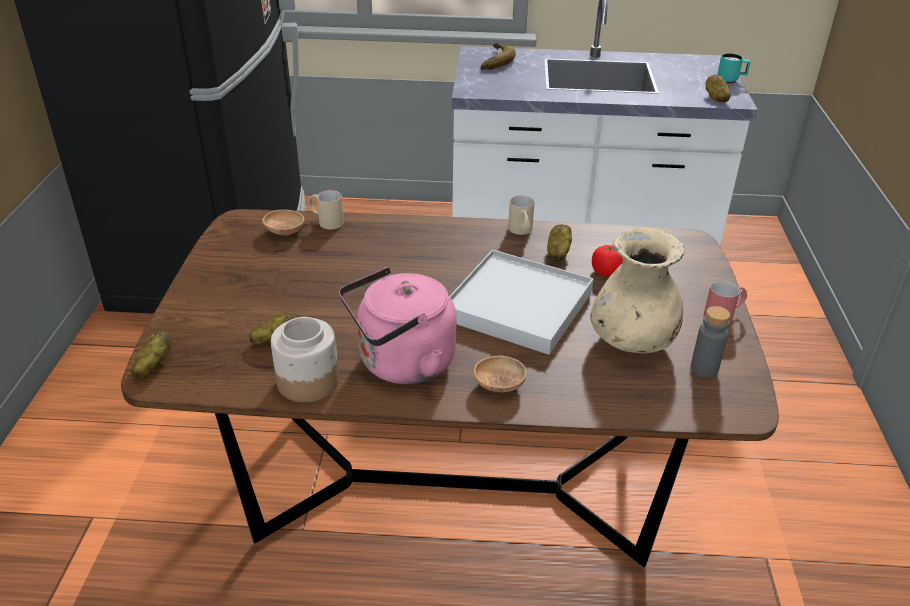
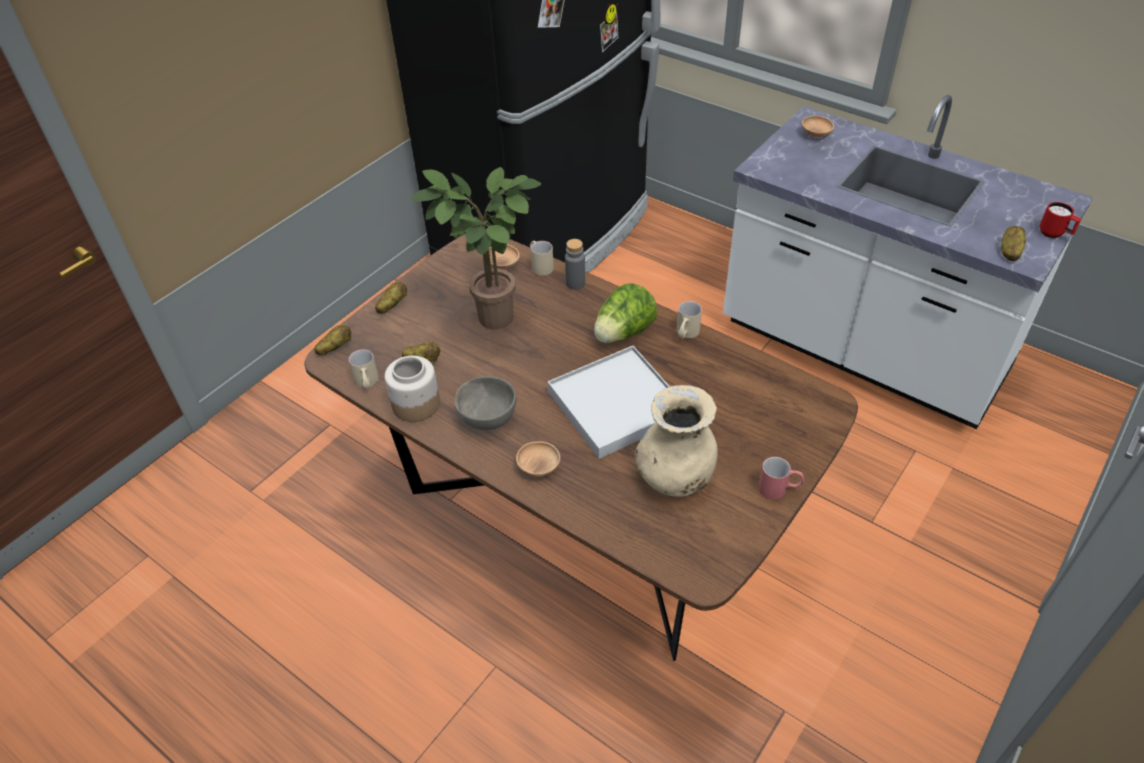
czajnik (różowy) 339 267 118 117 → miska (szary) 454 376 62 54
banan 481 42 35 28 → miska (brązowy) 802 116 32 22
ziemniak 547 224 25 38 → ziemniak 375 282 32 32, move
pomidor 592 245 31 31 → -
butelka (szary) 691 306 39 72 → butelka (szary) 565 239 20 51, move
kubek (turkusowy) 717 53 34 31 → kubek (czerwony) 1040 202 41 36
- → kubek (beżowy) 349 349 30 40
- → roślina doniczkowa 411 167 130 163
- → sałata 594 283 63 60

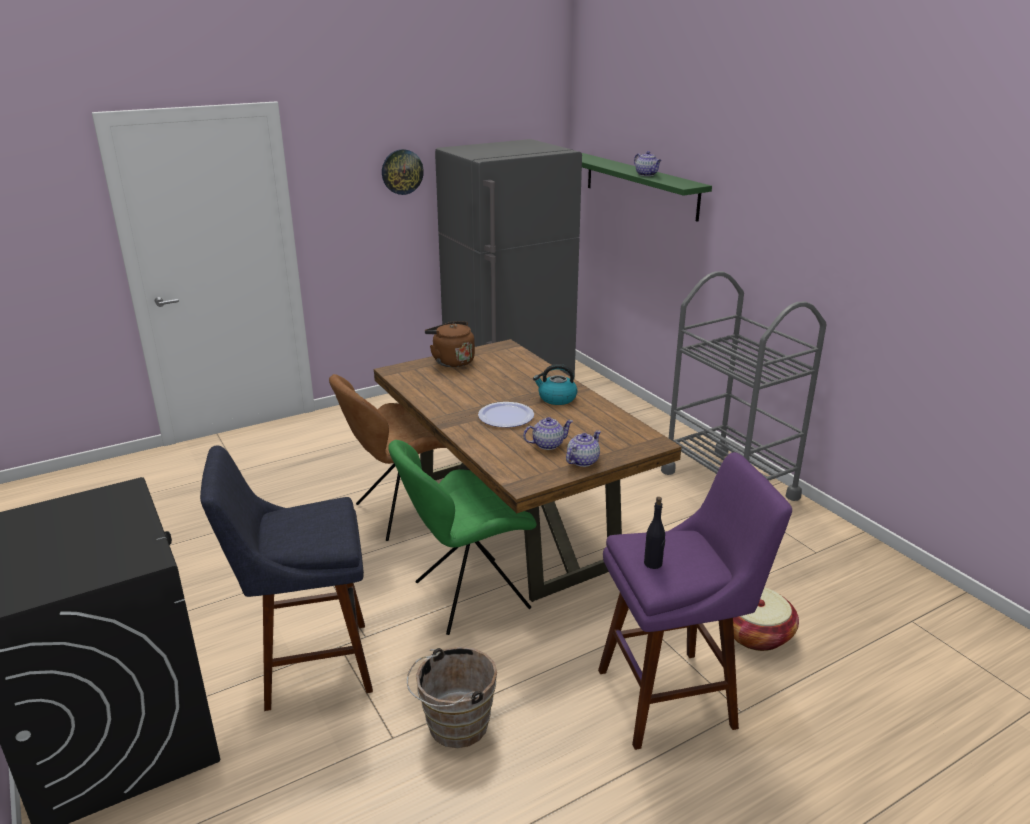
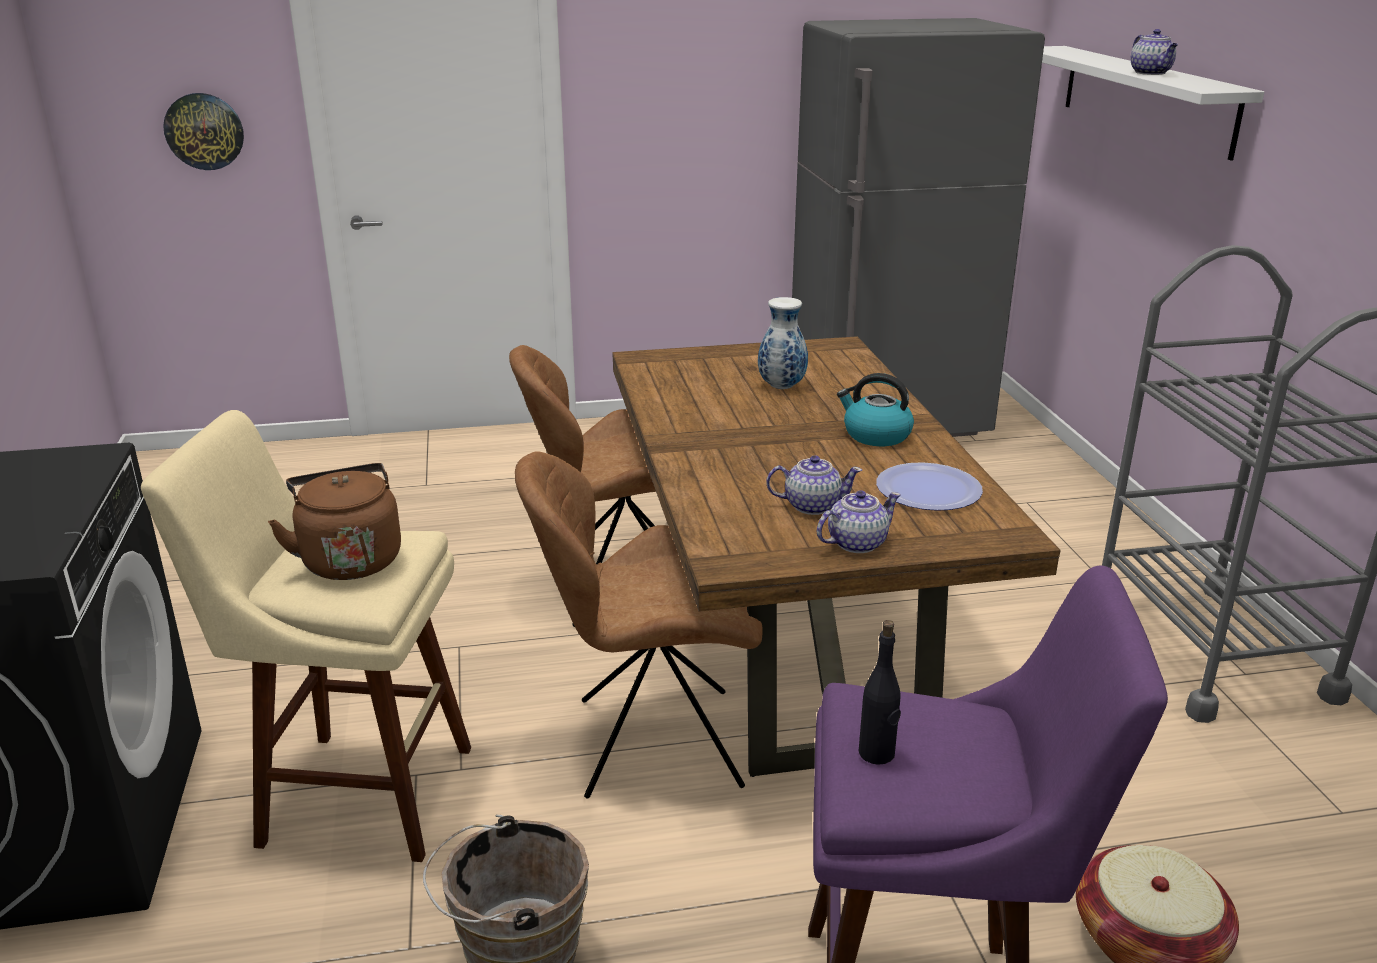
stołek (niebieski) 200 445 173 266 → stołek (beżowy) 141 410 330 452
zegar ścienny 382 149 42 46 → zegar ścienny 163 93 81 77, move
krzesło (zielony) 388 440 149 195 → krzesło (brązowy) 515 451 247 348
czajnik (brązowy) 425 321 50 46 → czajnik (brązowy) 268 463 133 117, move
talerz 478 402 56 25 → talerz 876 462 107 49, move
półka (zielony) 582 153 130 69 → półka (biały) 1042 46 222 115
- → wazon 758 297 50 92

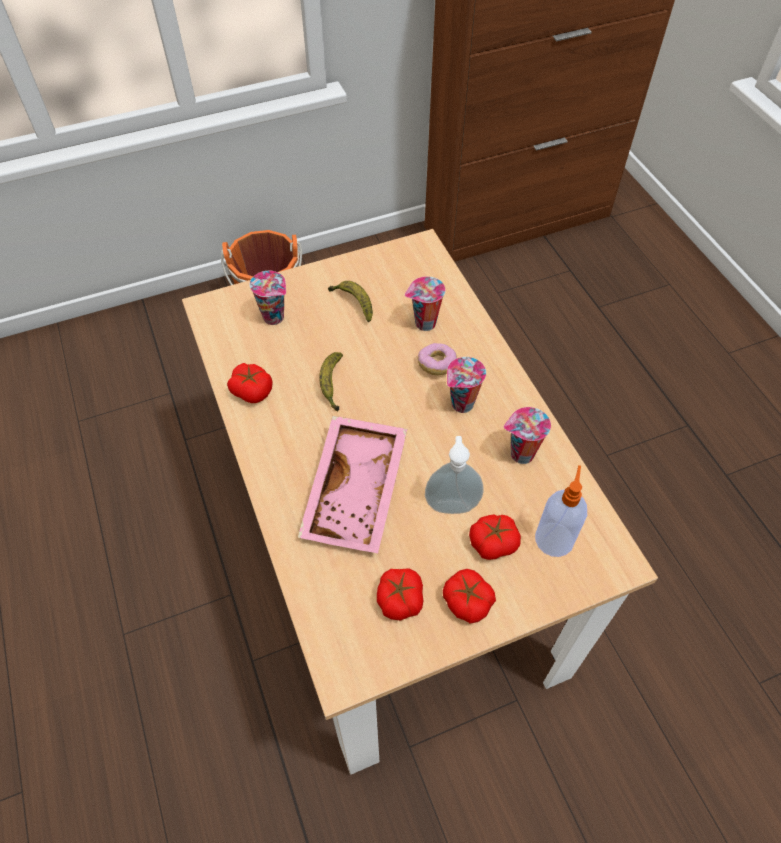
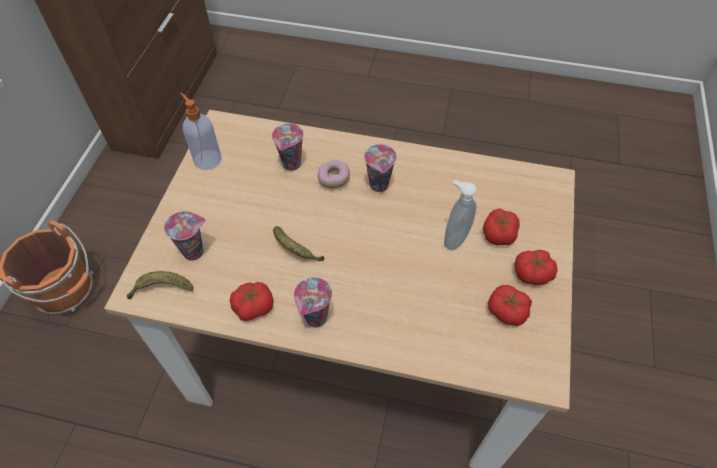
taca (różowy) 298 416 109 137 → -
banan 328 281 45 41 → banan 127 271 67 28, move
filiżanka 504 407 47 57 → filiżanka 294 277 38 51, move
dozownik mydła 535 465 52 92 → dozownik mydła 180 93 42 77, move

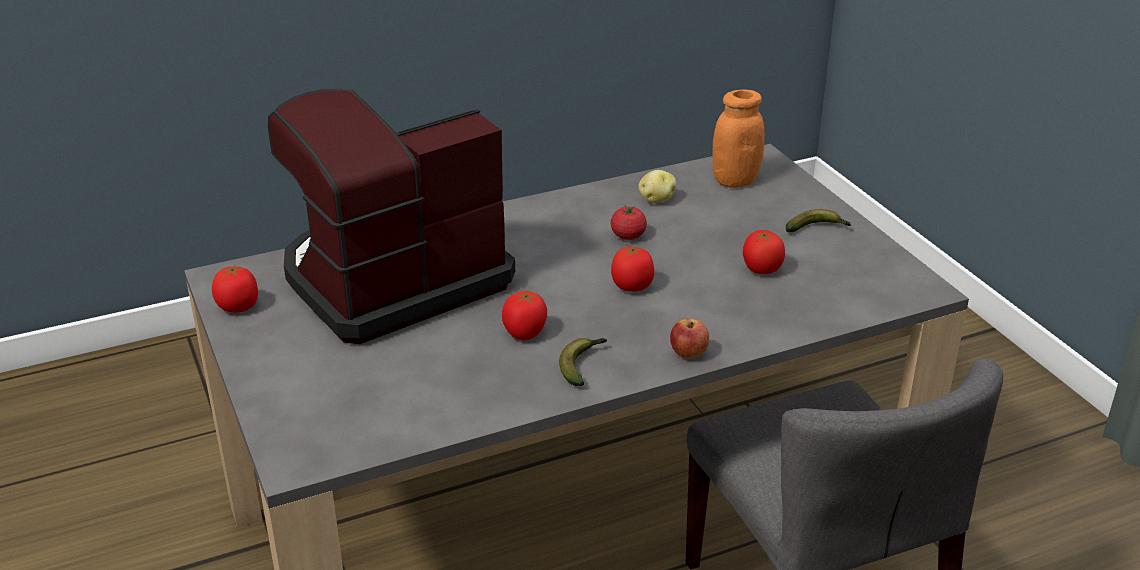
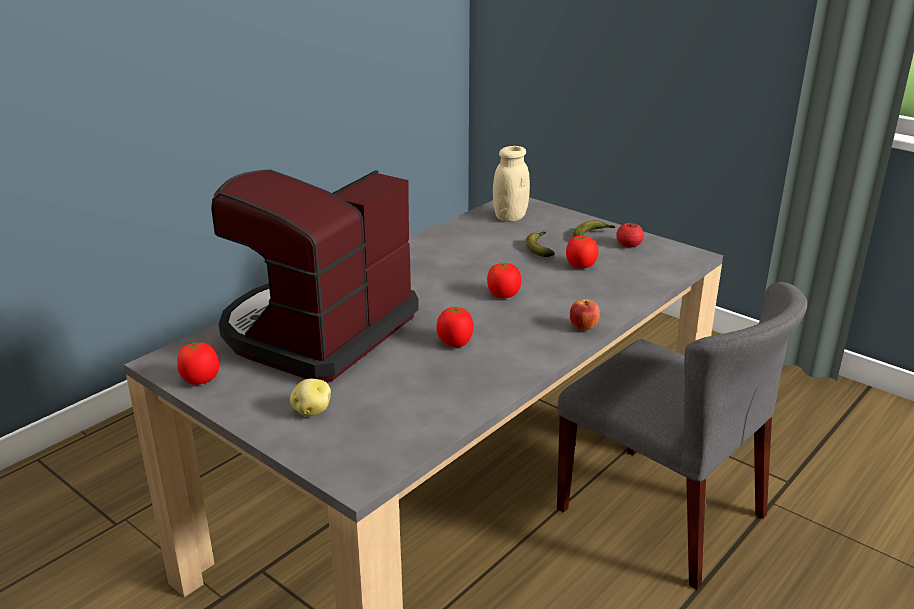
banan 559 338 48 48 → banan 526 231 29 26, move
pomidor 611 206 36 34 → pomidor 616 222 28 26, move
ziemniak 638 170 38 33 → ziemniak 290 379 41 38, move
słoik (pomarańczowy) 712 89 53 99 → słoik (beżowy) 493 146 37 76

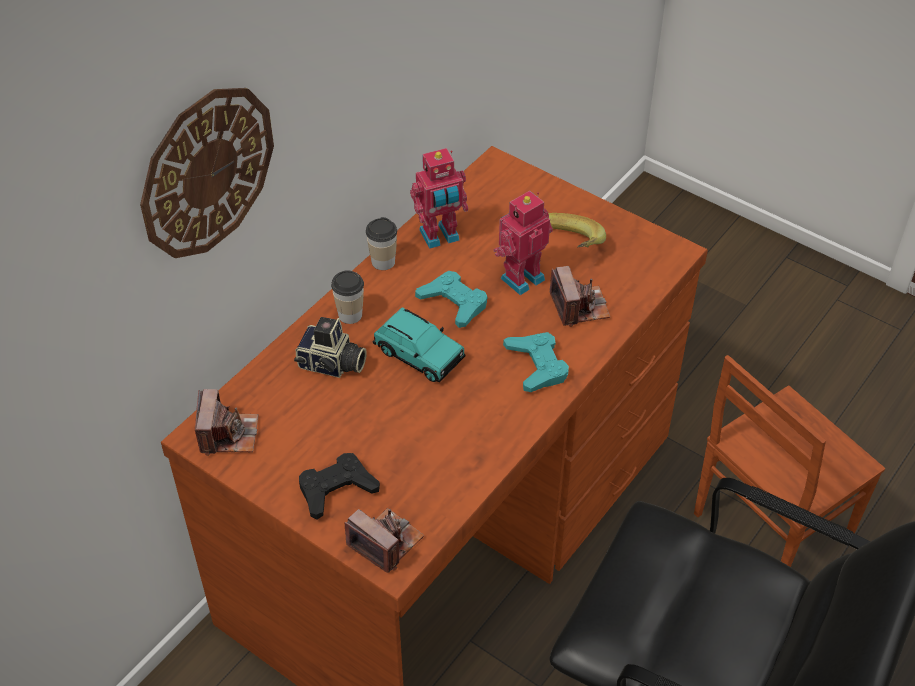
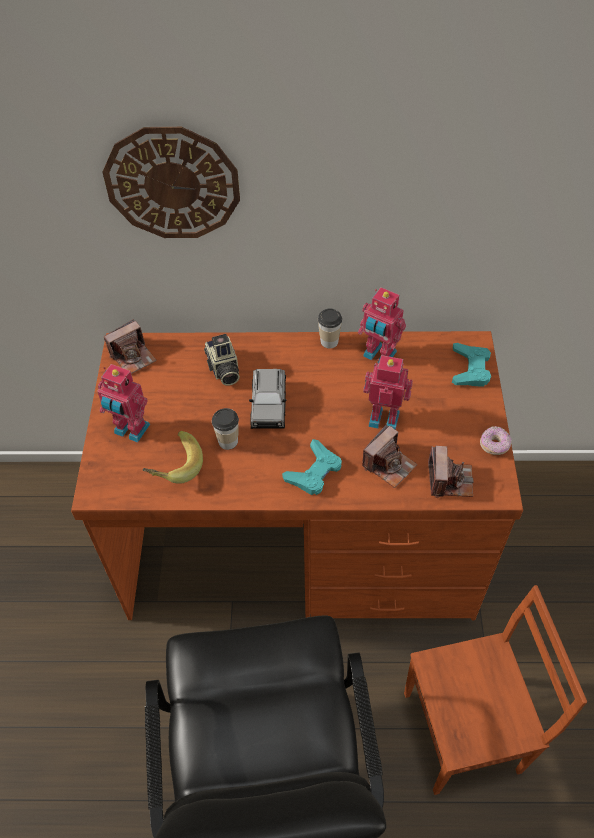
pad do gier (czarny) 299 453 81 67 → robot zabawkowy 97 364 53 79
filiżanka 331 270 33 54 → filiżanka 212 408 27 42, move
aparat fotograficzny 345 508 79 65 → aparat fotograficzny 428 446 46 52, move
samochodzik (turkusowy) 372 307 94 76 → samochodzik (szary) 249 369 37 60
pad do gier (turkusowy) 415 271 72 57 → pad do gier (turkusowy) 452 343 39 44, move
banan 548 213 58 35 → banan 142 431 61 53, move
krzesło (brązowy) 694 355 191 212 → krzesło (brązowy) 404 585 183 210, 150 degrees clockwise
- → donut 480 426 31 29

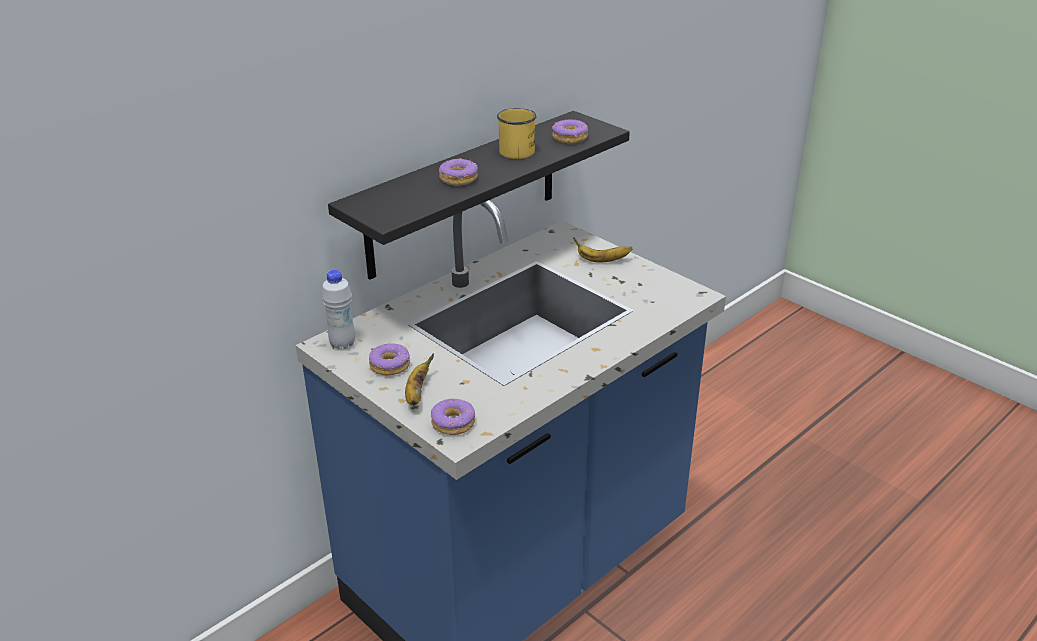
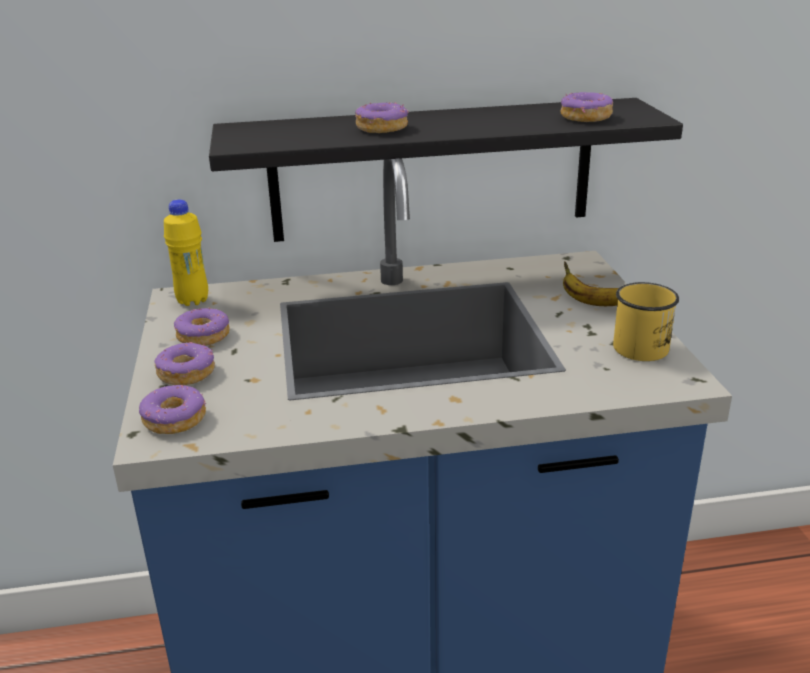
butelka (biały) 322 270 33 79 → butelka (żółty) 164 200 44 106
banan 405 354 29 52 → donut 154 342 61 43
kubek (żółty) 497 108 39 51 → kubek (żółty) 613 282 66 79, move

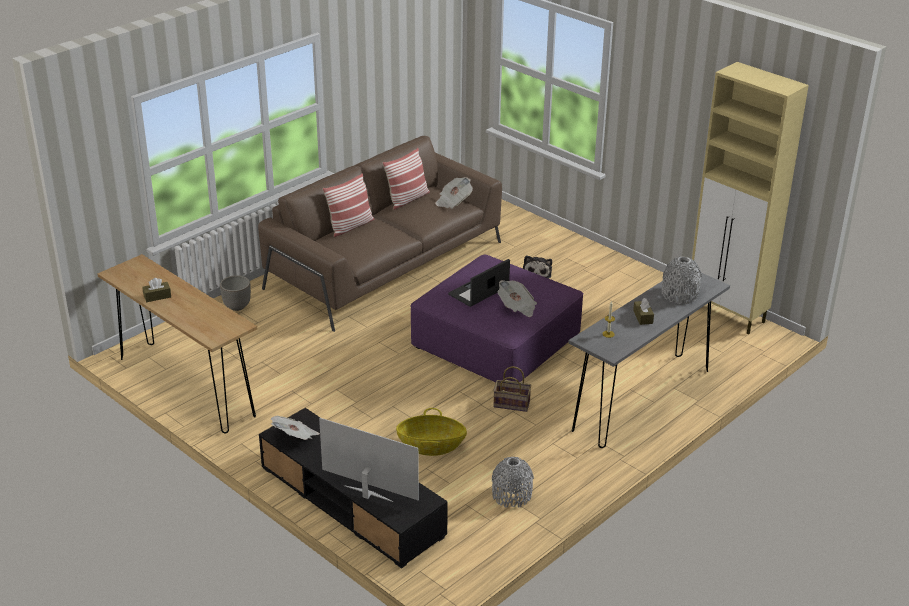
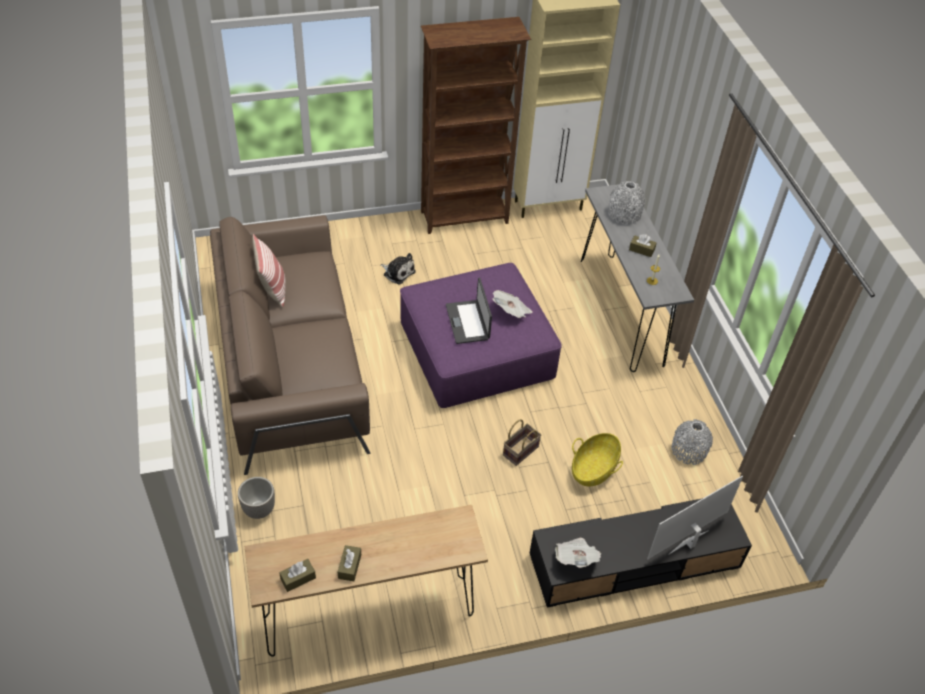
poduszka 322 173 52 64 → -
gazeta 435 177 38 32 → -
koszyk 493 366 39 46 → koszyk 503 419 38 47, move
- → pudełko chusteczek (brązowy) 279 559 37 33
- → regał (brązowy) 421 17 110 217

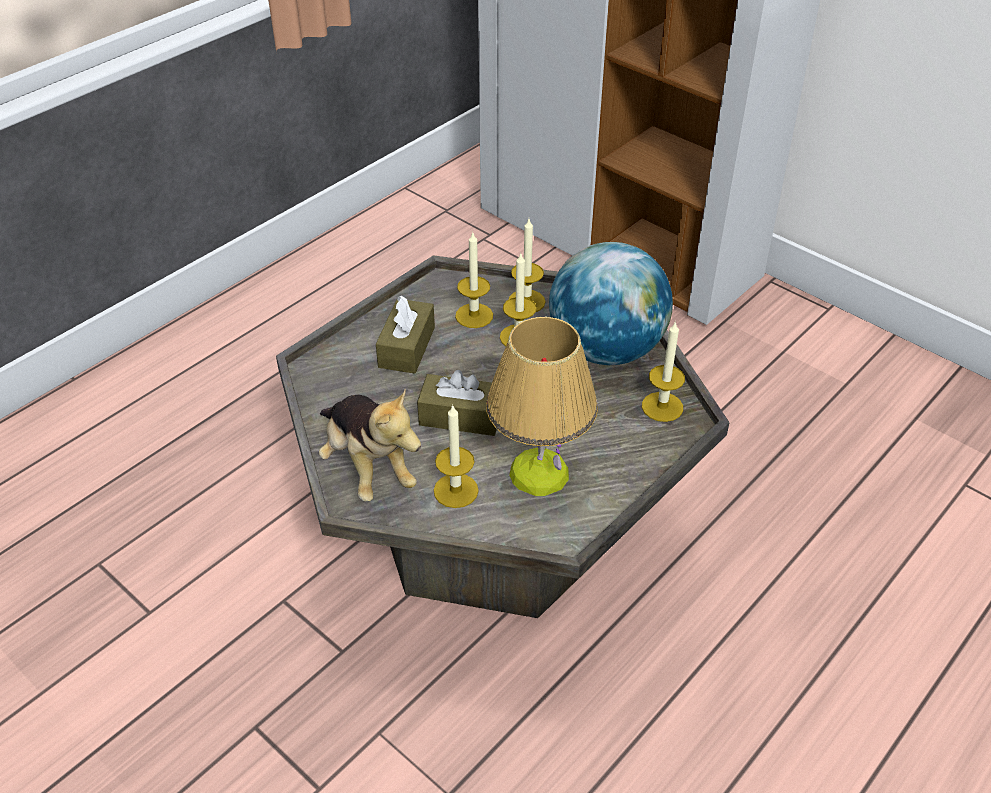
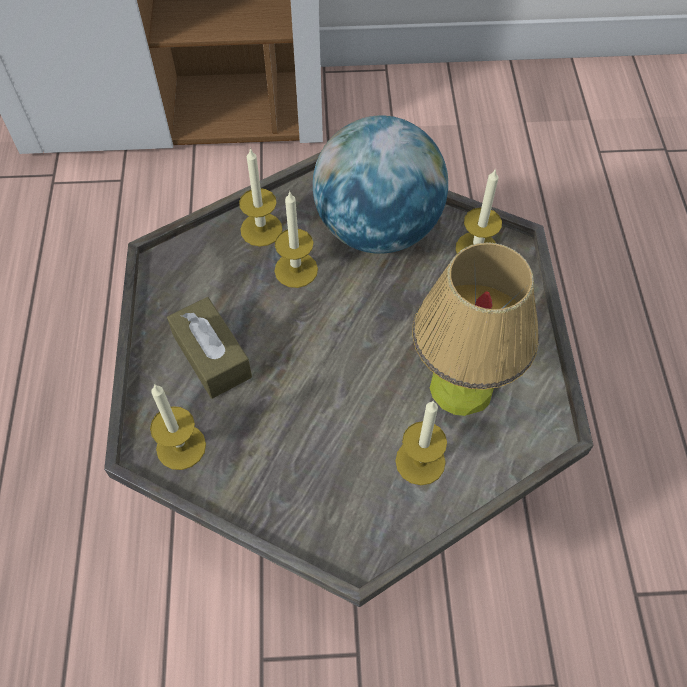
pluszak 319 389 102 112 → -
pudełko chusteczek (brązowy) 417 370 80 66 → -
świeca 455 233 38 95 → świeca 150 384 56 86, move

